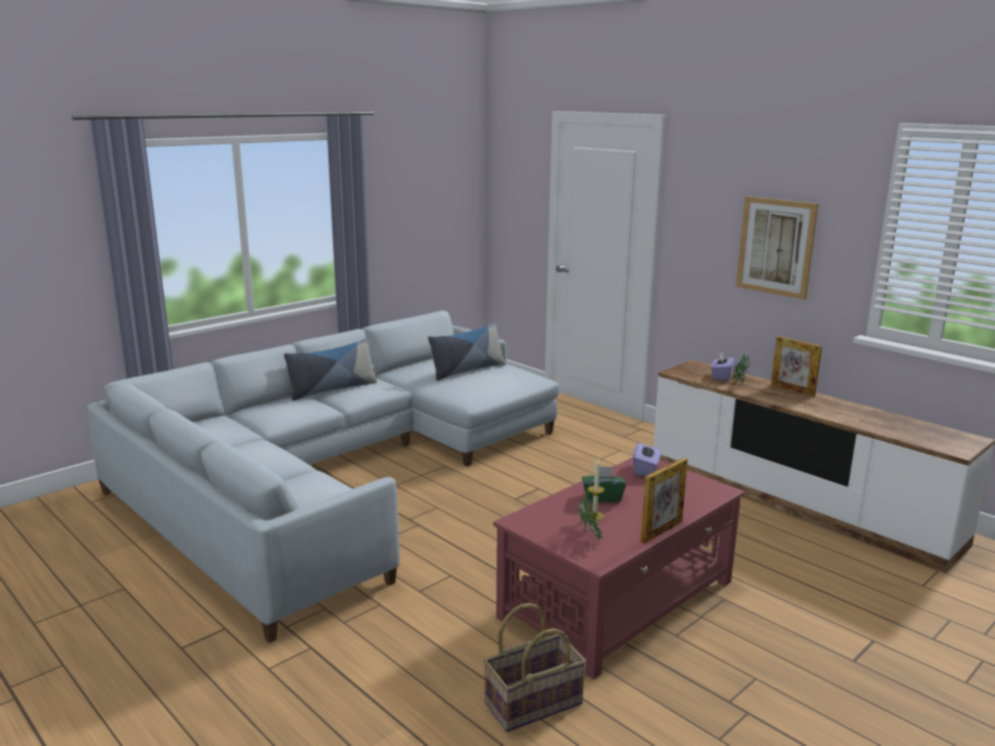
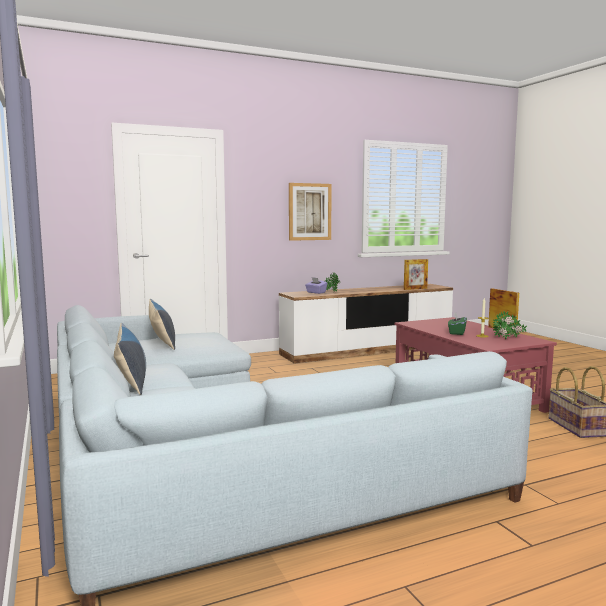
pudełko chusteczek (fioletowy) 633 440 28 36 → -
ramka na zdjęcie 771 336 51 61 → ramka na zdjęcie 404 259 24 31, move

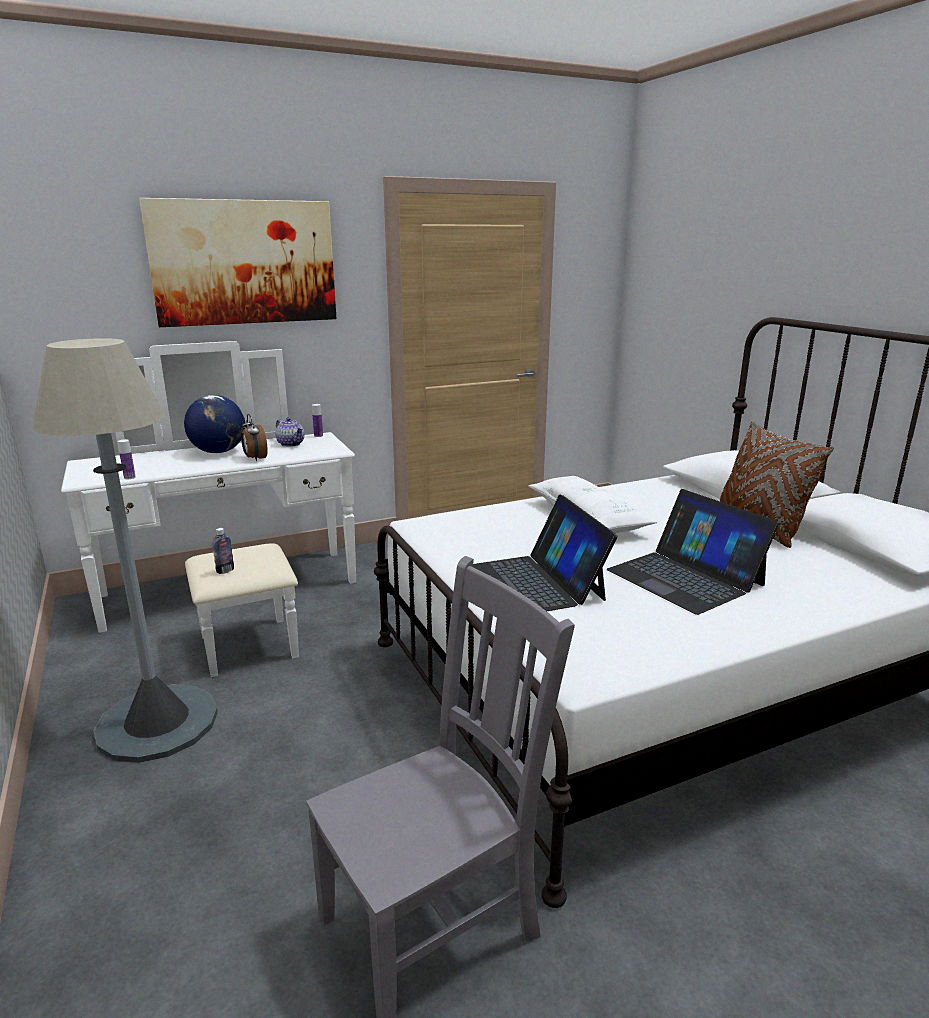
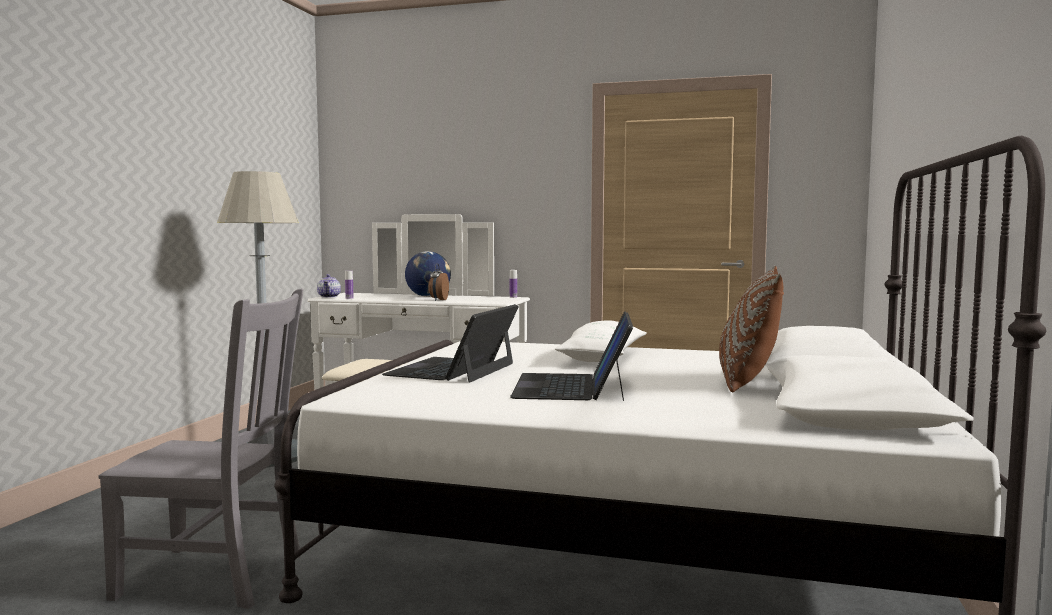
obraz 139 198 198 129 → -
butelka 212 528 22 46 → -
imbryk 275 417 29 30 → imbryk 317 274 24 24, move

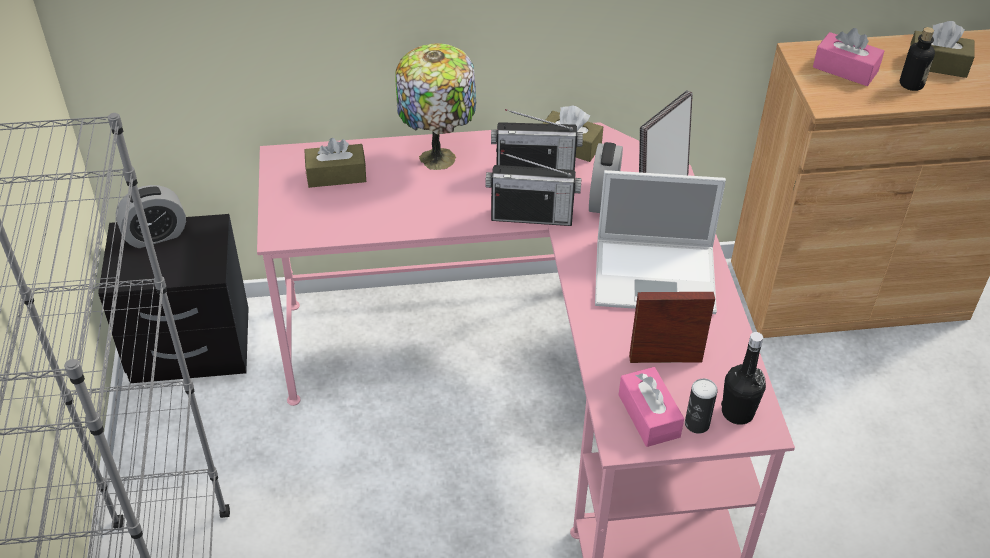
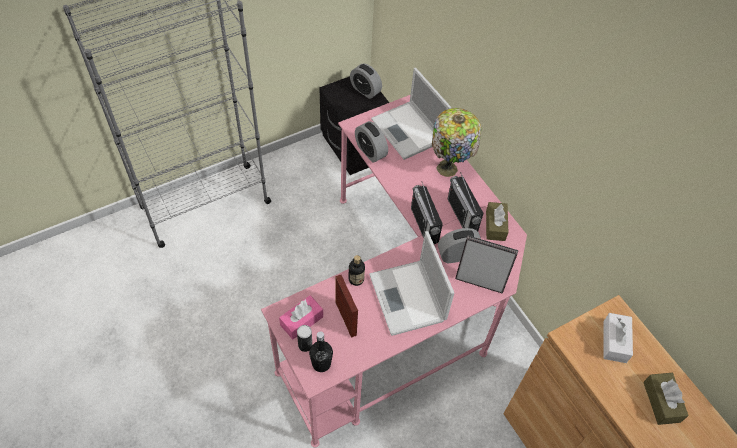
pudełko chusteczek (brązowy) 304 138 62 50 → laptop 371 68 80 92
pudełko chusteczek (różowy) 813 28 71 58 → pudełko chusteczek (biały) 603 313 30 50
butelka 900 27 35 64 → butelka 348 255 17 31, move
- → budzik 355 121 33 42

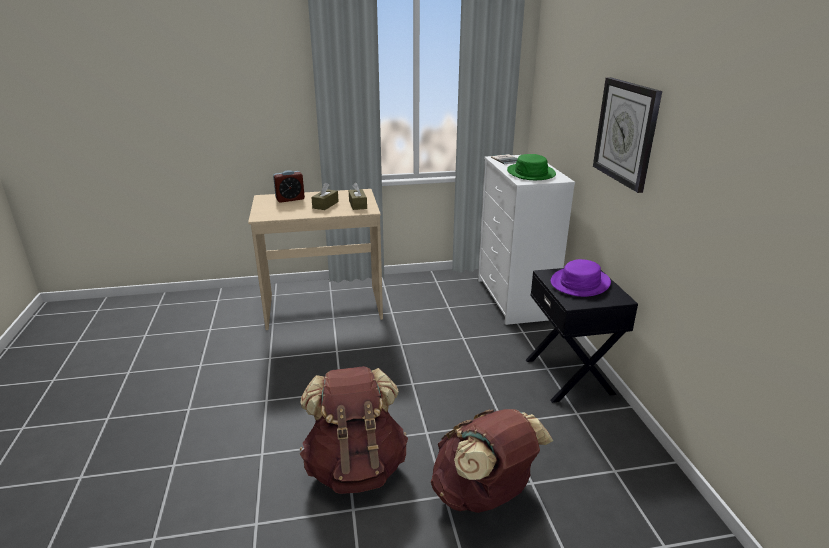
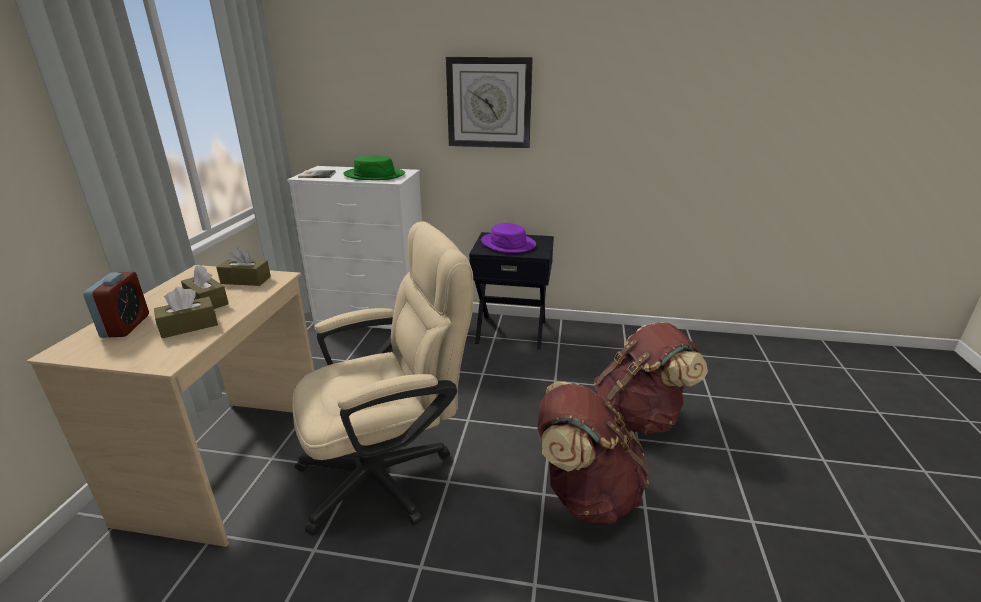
- → pudełko chusteczek (brązowy) 154 287 64 51
- → krzesło biurowe (beżowy) 292 221 181 315

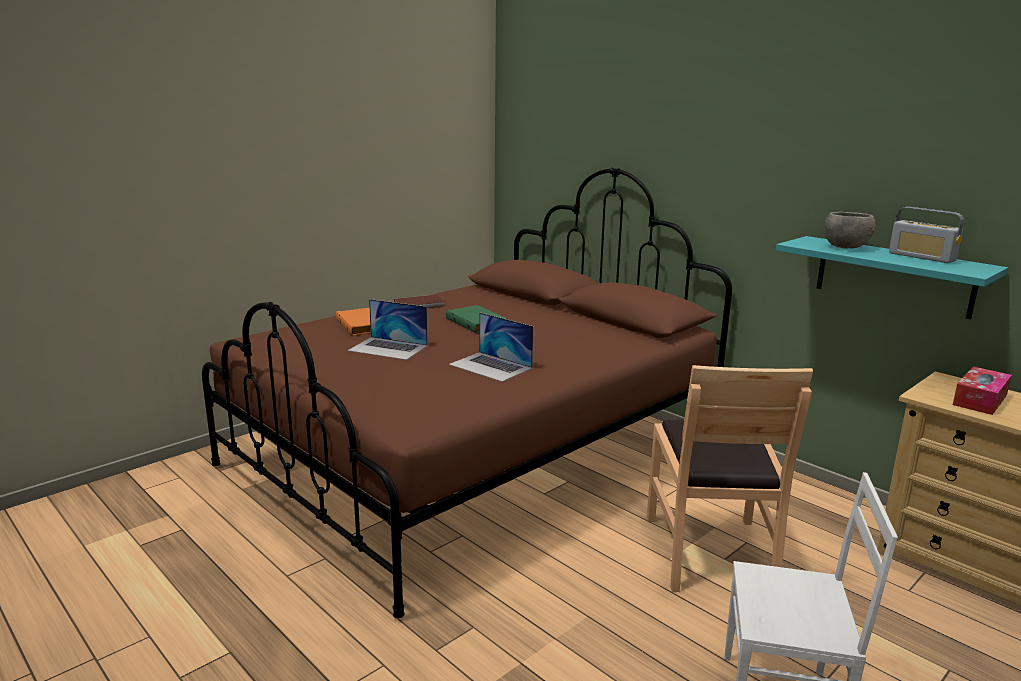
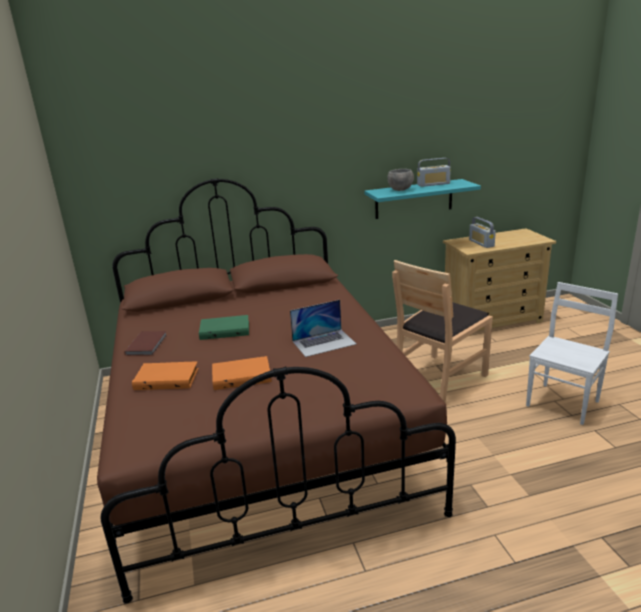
laptop 348 299 80 61 → książka (pomarańczowy) 212 356 60 34
krzesło (brązowy) 647 365 166 227 → krzesło (brązowy) 392 260 101 143, 105 degrees clockwise
pudełko chusteczek 953 366 59 49 → radio 469 217 27 31

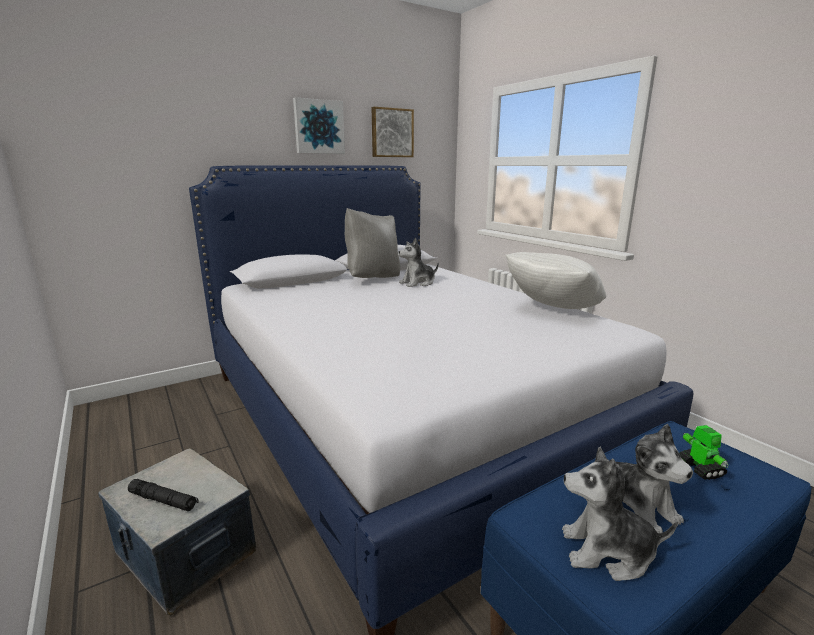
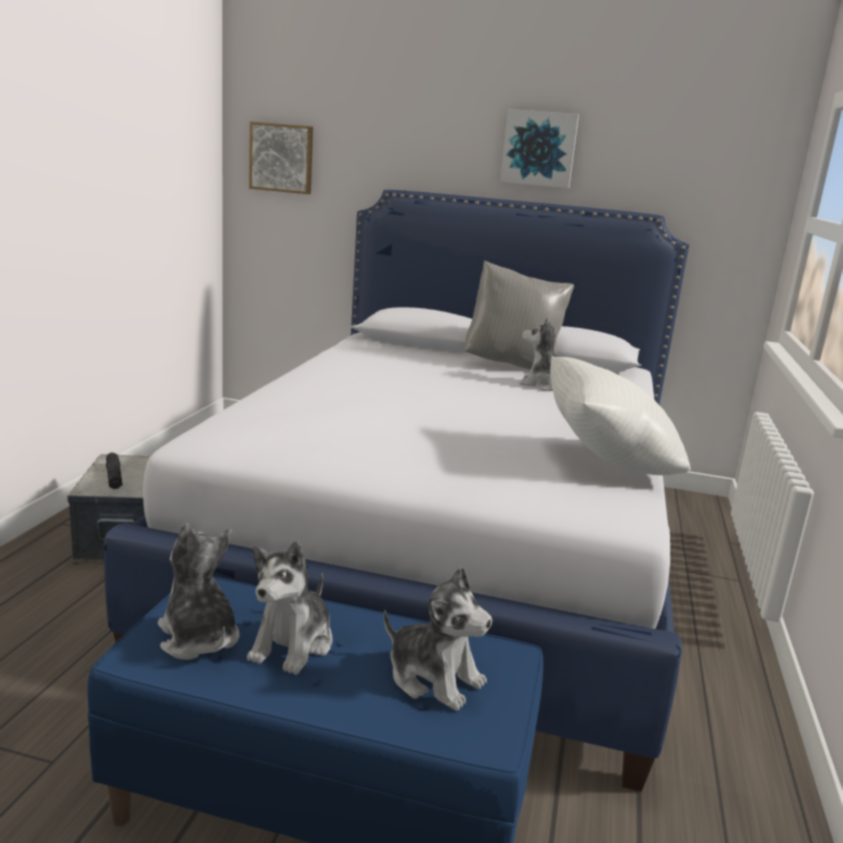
obraz 371 107 43 50 → obraz 249 122 64 72, move
robot zabawkowy 679 425 50 55 → pluszak 383 567 109 144

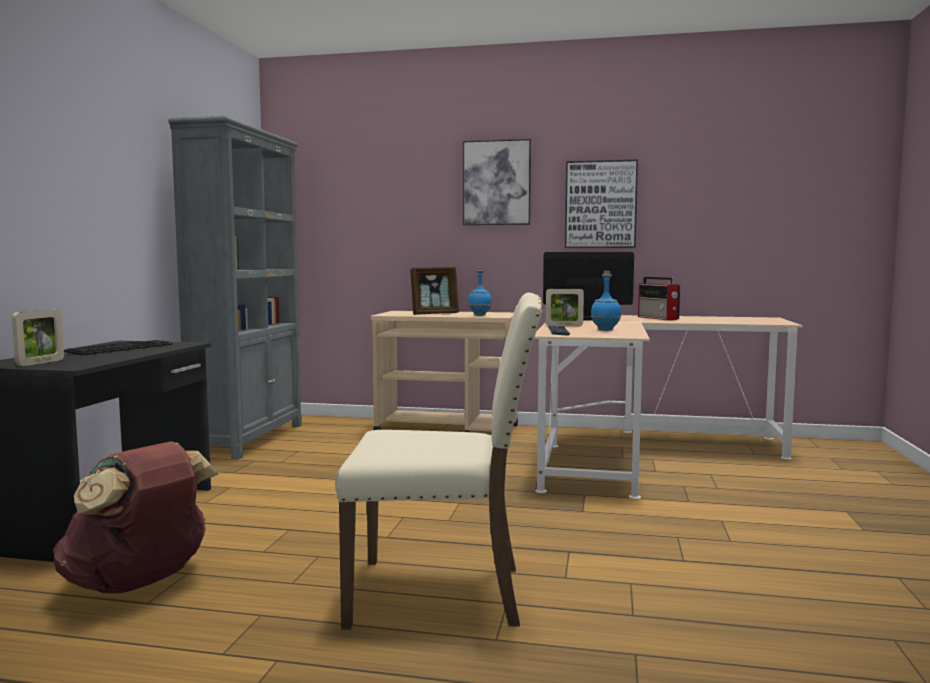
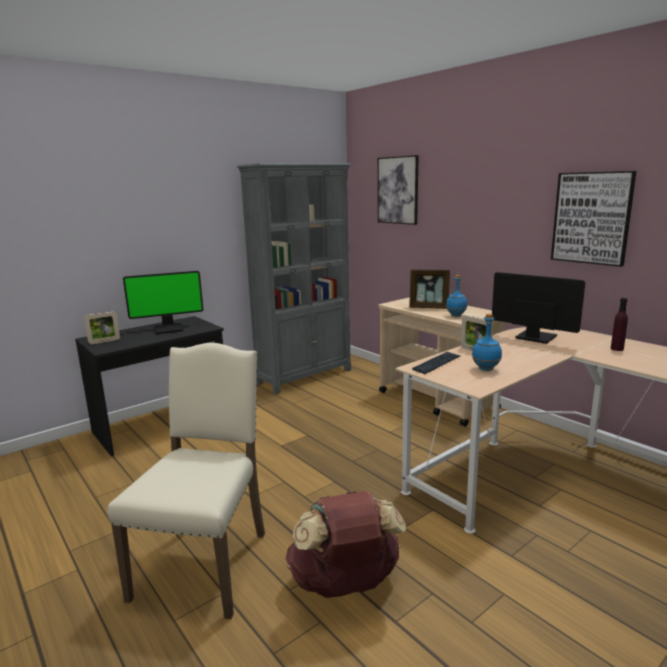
plecak (brązowy) 53 441 166 152 → plecak (brązowy) 286 491 120 107, move
klawiatura 64 340 108 15 → monitor 123 271 80 63
krzesło (beżowy) 335 293 207 337 → krzesło (beżowy) 107 343 158 276, 120 degrees counterclockwise
obraz 463 139 68 86 → obraz 378 155 41 70, move
radio 638 277 42 43 → butelka (fioletowy) 611 298 17 53

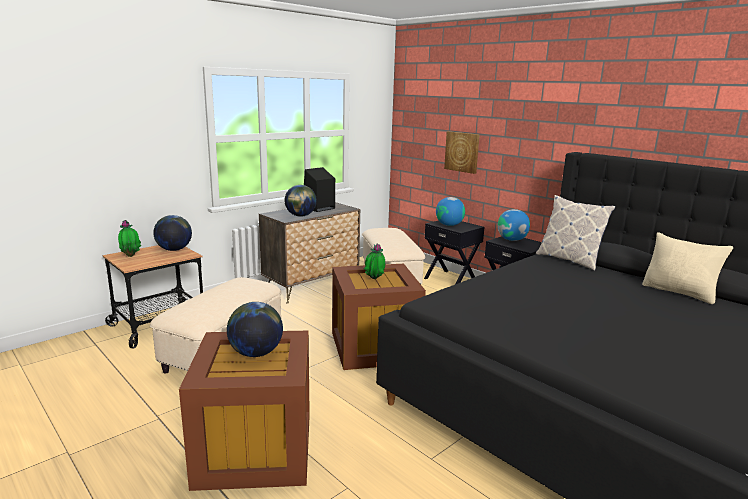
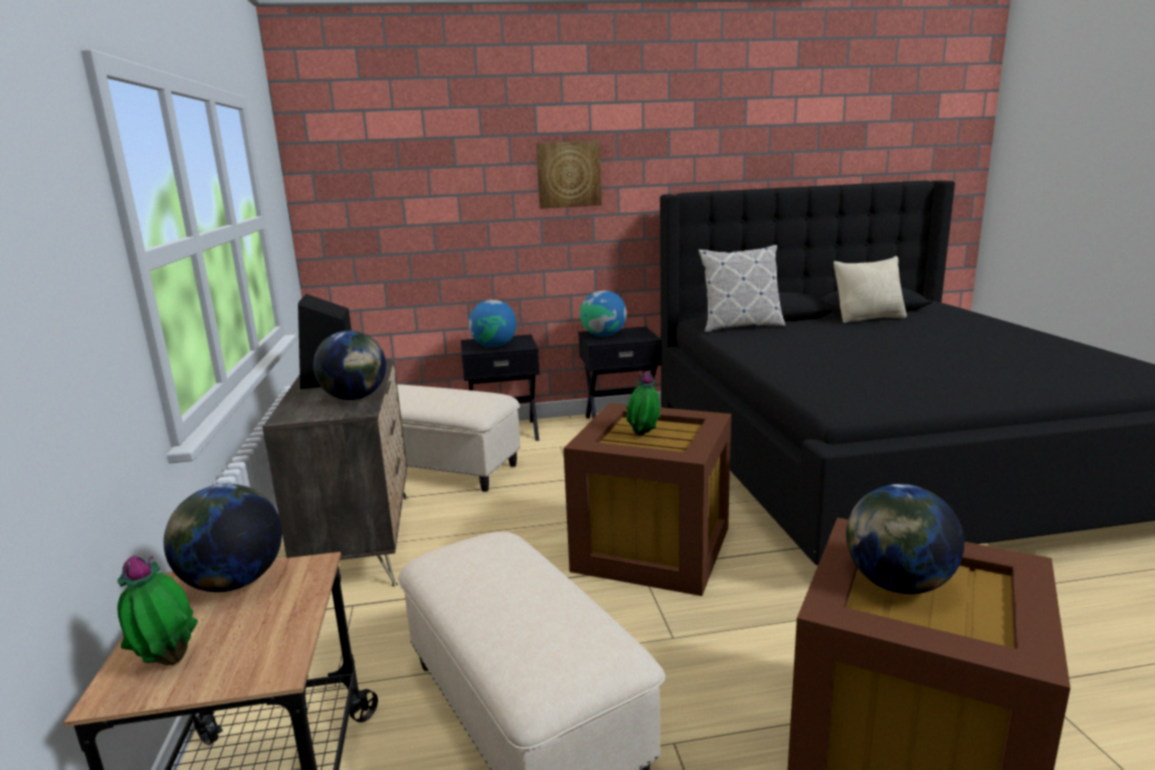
obraz 444 131 36 43 → obraz 536 141 66 68, move

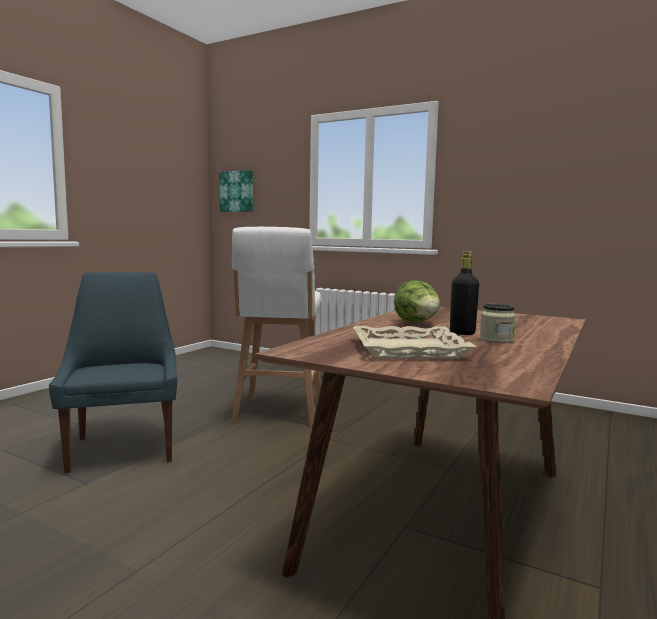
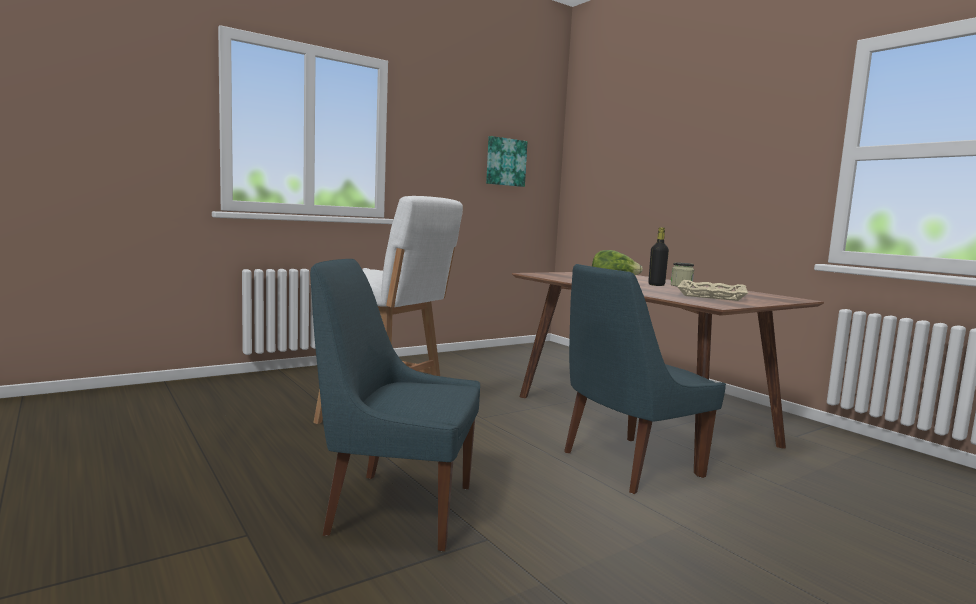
obraz 219 170 34 42 → obraz 486 136 41 51, move
- → krzesło (niebieski) 564 264 162 230

